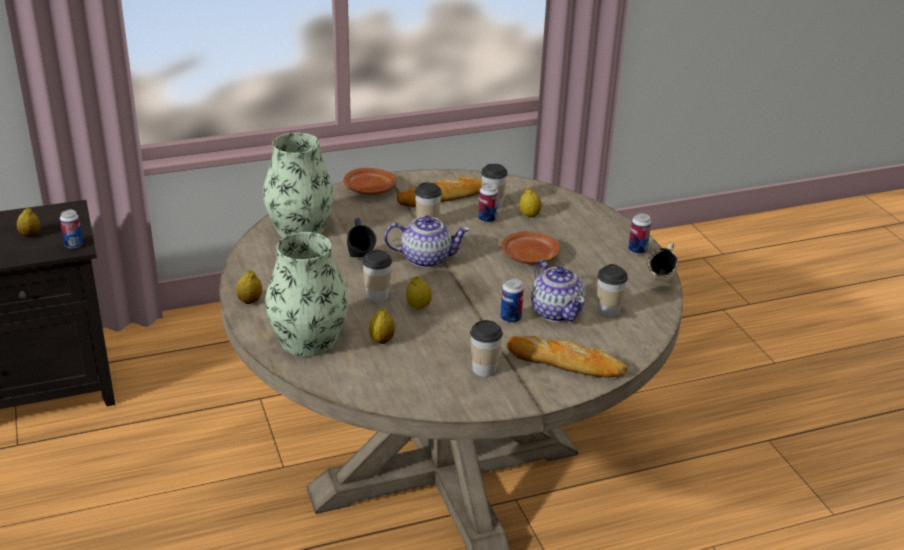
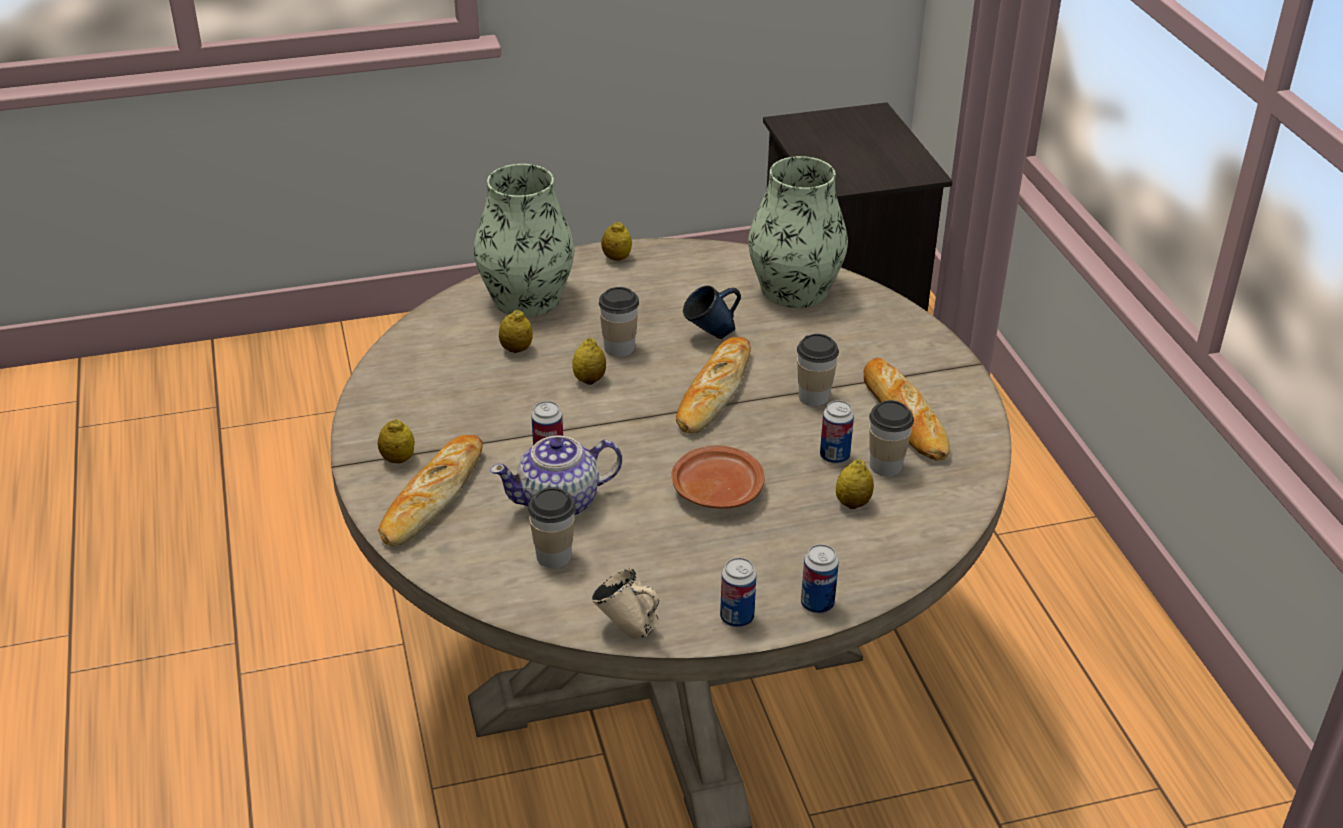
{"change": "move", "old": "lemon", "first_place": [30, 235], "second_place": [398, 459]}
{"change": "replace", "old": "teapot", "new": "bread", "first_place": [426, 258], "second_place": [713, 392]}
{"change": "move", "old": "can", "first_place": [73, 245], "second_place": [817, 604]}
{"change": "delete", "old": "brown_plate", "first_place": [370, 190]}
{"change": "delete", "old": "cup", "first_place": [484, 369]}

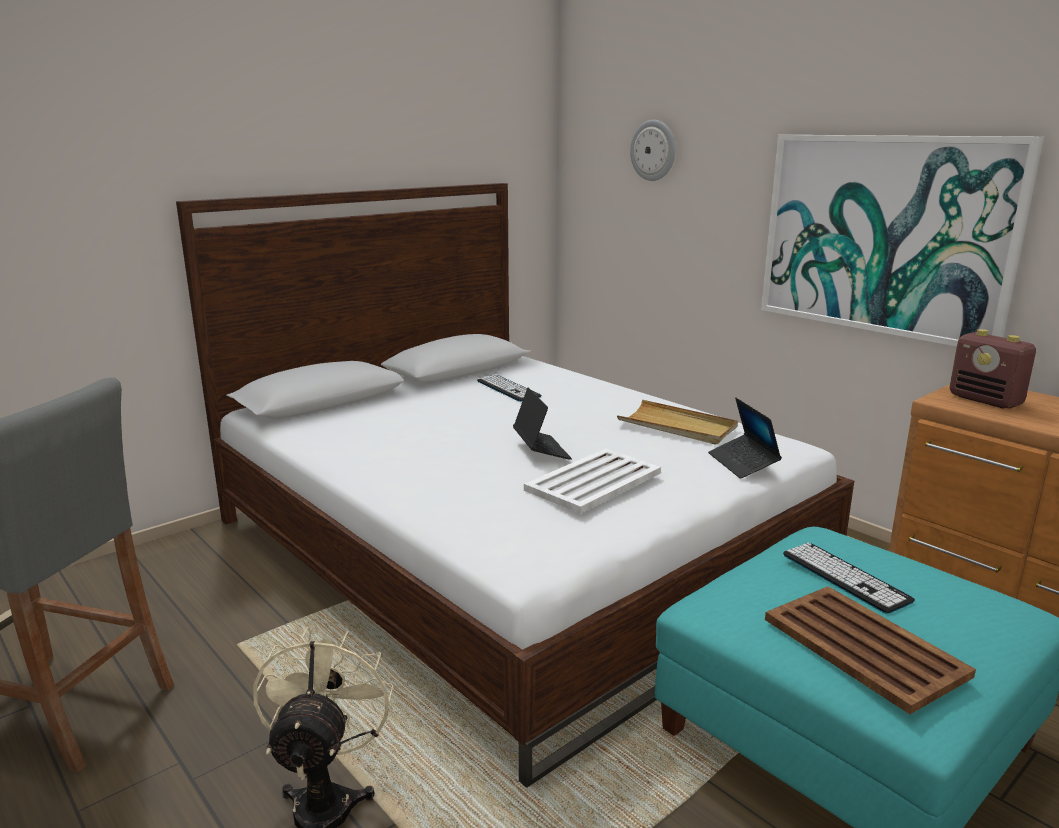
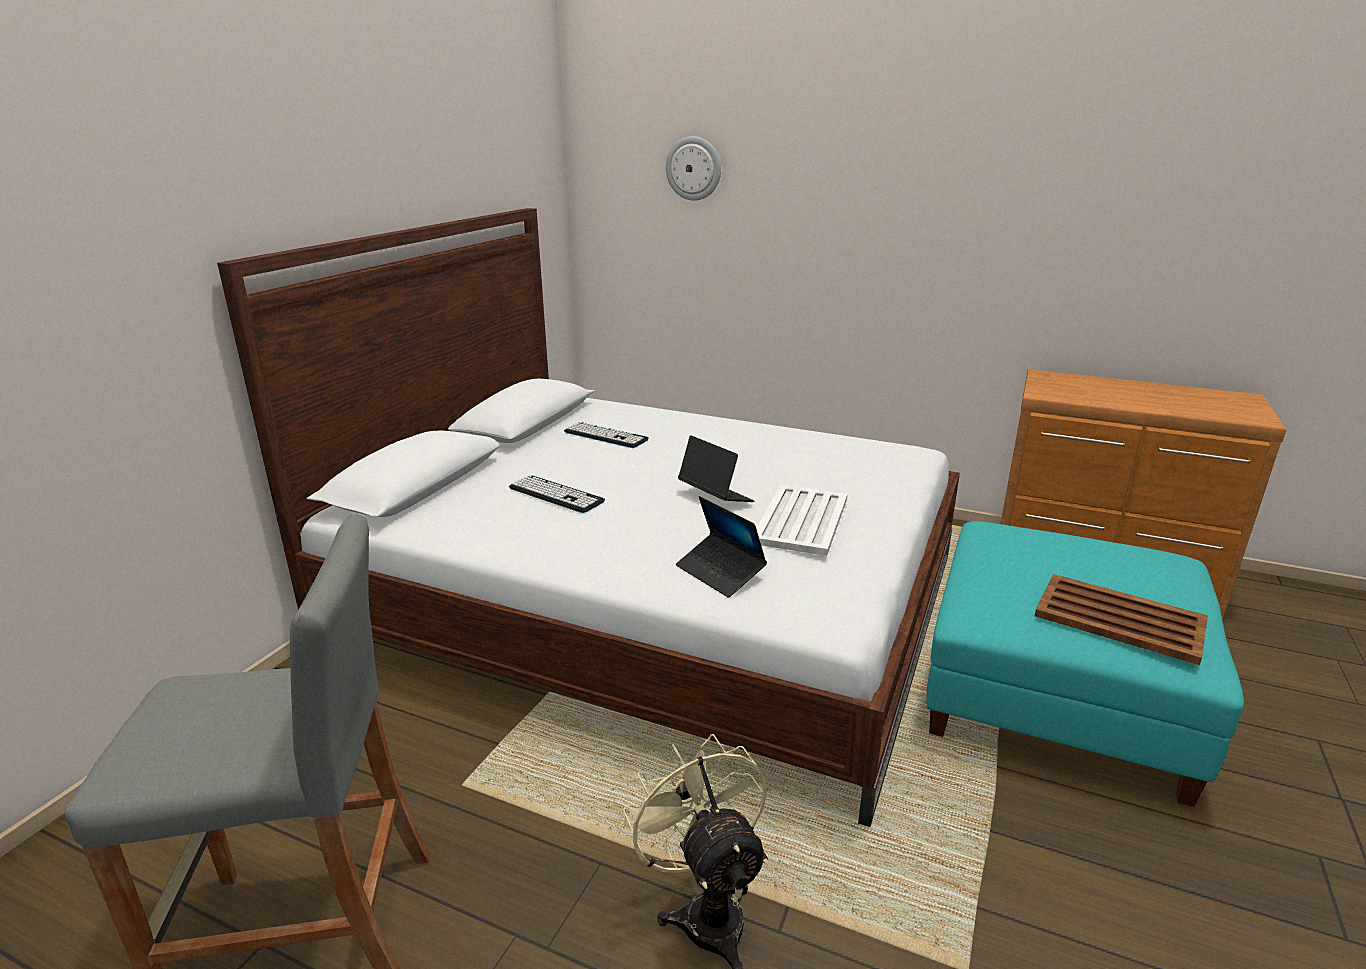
{"change": "move", "old": "keyboard", "first_place": [845, 577], "second_place": [556, 495]}
{"change": "move", "old": "laptop", "first_place": [743, 463], "second_place": [720, 572]}
{"change": "delete", "old": "beige_tray", "first_place": [677, 426]}
{"change": "delete", "old": "picture", "first_place": [885, 235]}
{"change": "delete", "old": "radio", "first_place": [986, 400]}

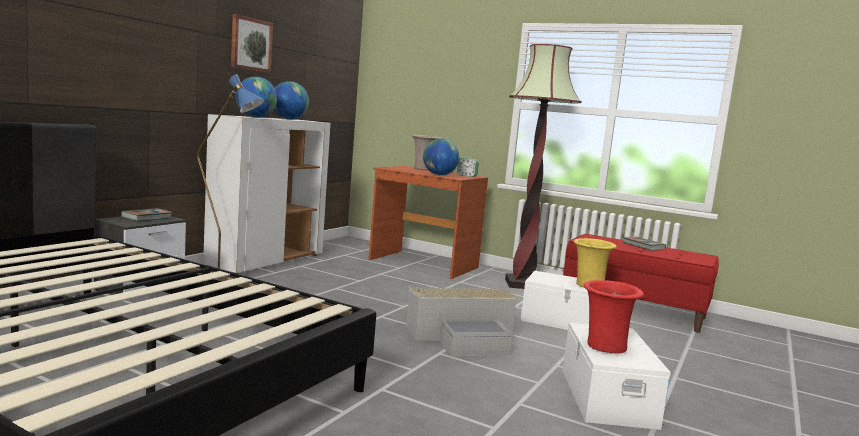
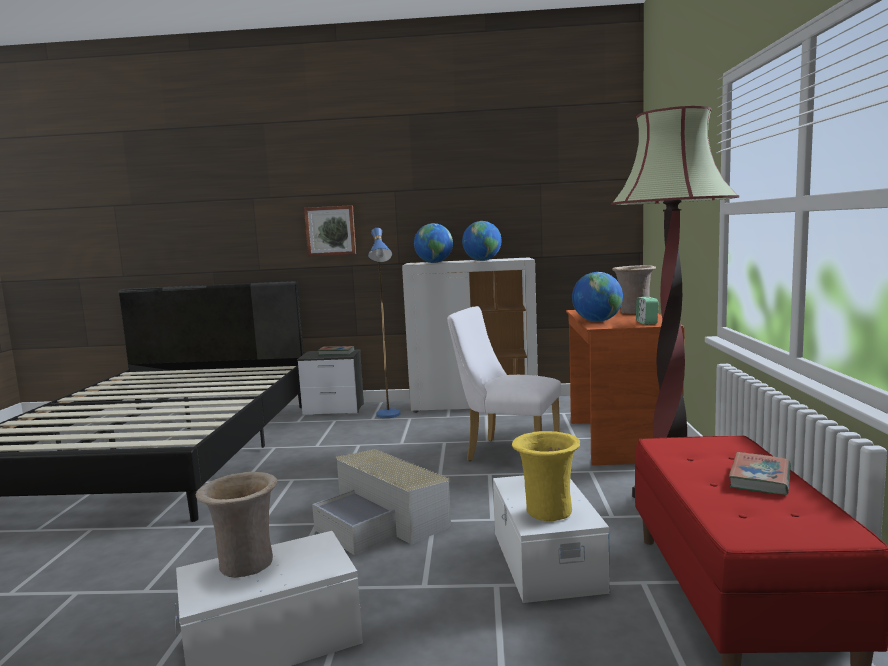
{"change": "recolor", "old": "red_vase", "new": "beige_vase", "first_place": [605, 347], "second_place": [244, 564]}
{"change": "move", "old": "picture", "first_place": [250, 44], "second_place": [330, 231]}
{"change": "insert", "new": "white_chair", "second_place": [506, 453]}

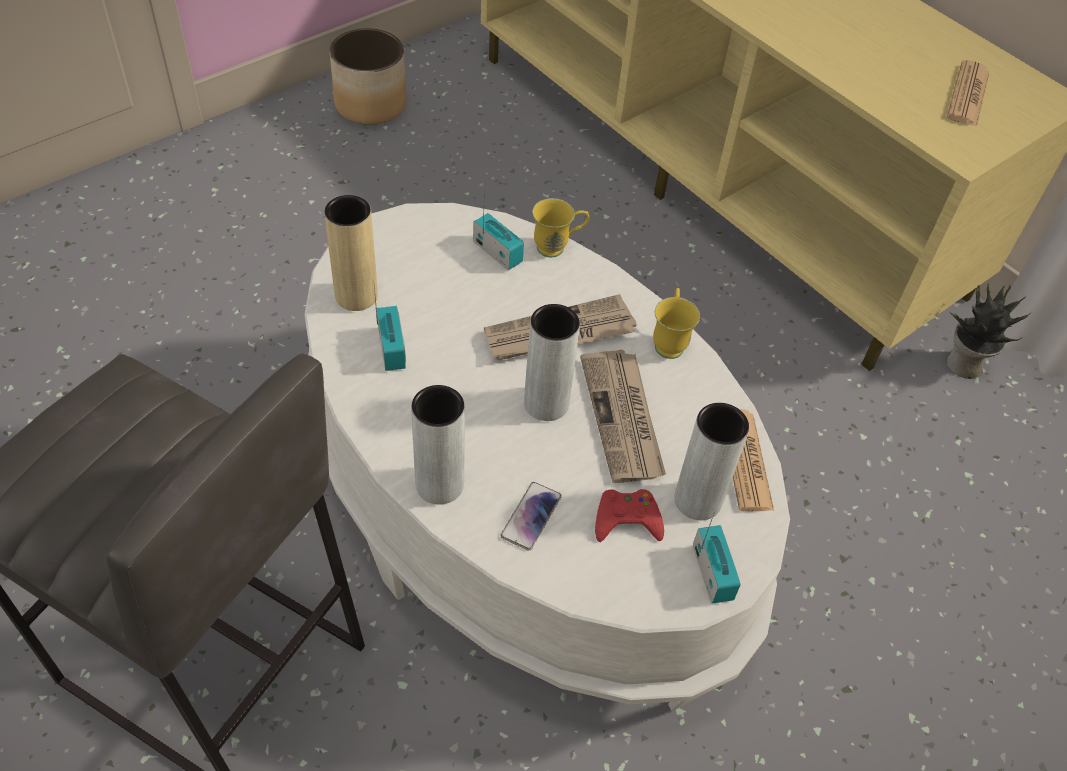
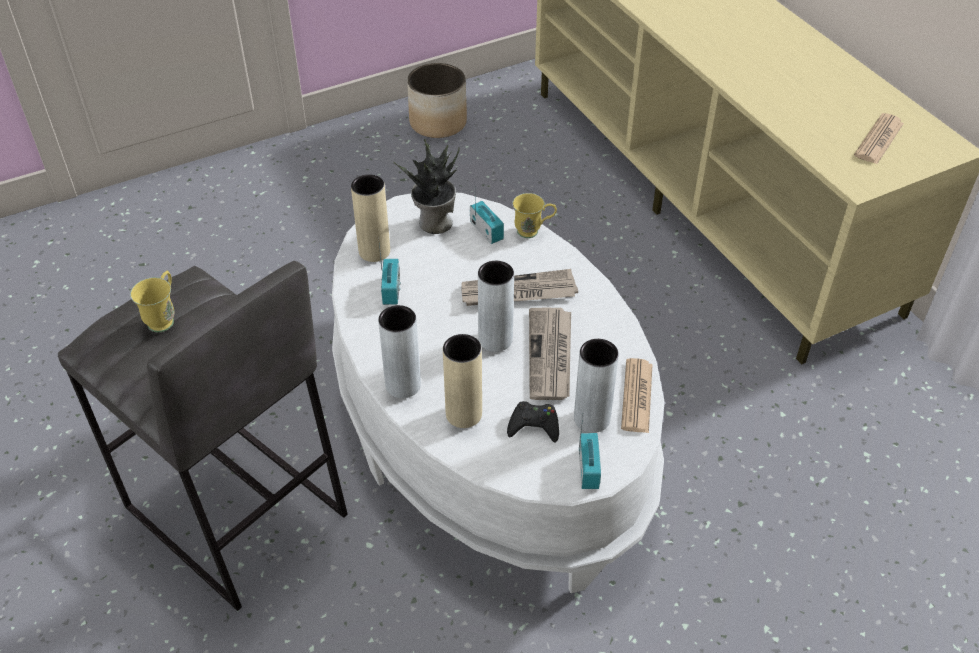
{"change": "move", "old": "yellow_mug", "first_place": [669, 341], "second_place": [164, 318]}
{"change": "move", "old": "potted_plant", "first_place": [963, 365], "second_place": [434, 223]}
{"change": "replace", "old": "phone", "new": "beige_vase", "first_place": [531, 516], "second_place": [464, 414]}
{"change": "recolor", "old": "red_game_controller", "new": "black_game_controller", "first_place": [627, 520], "second_place": [534, 425]}

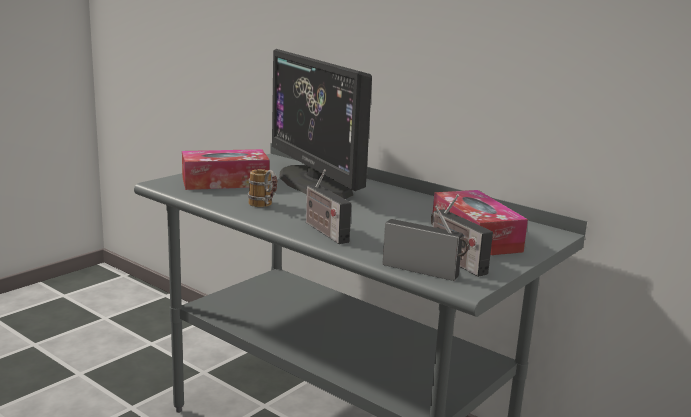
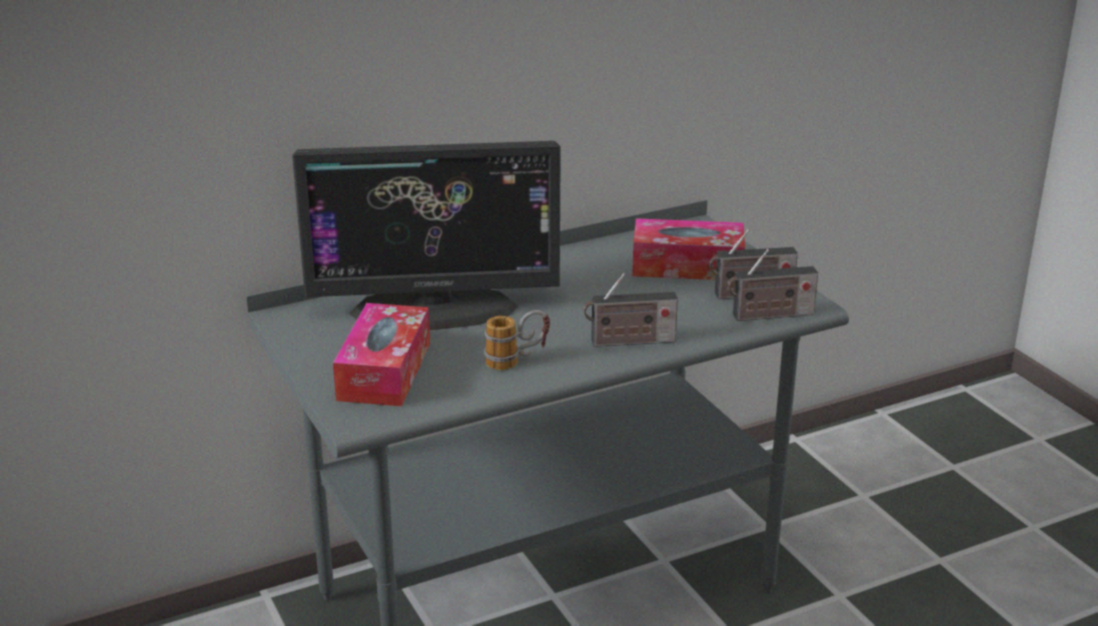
{"change": "rotate", "old": "radio", "first_place": [424, 271], "second_place": [769, 315], "degrees": -150}

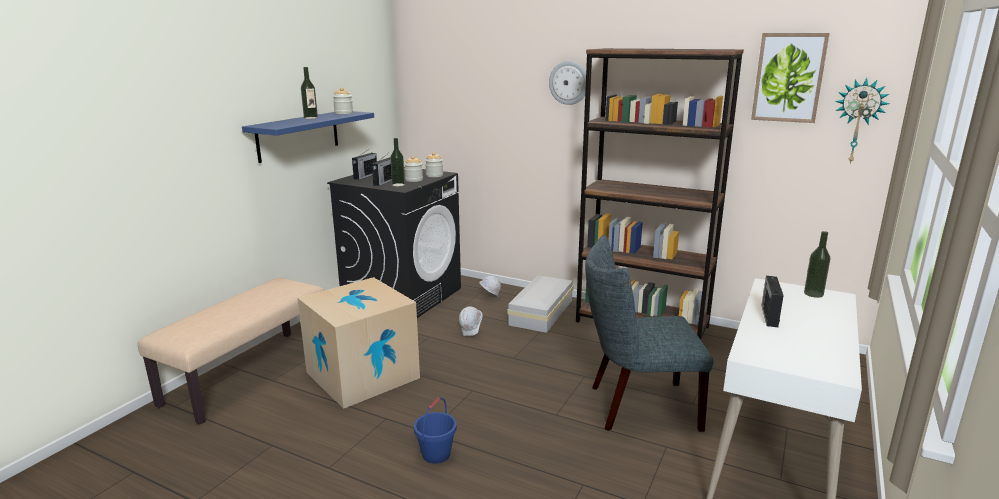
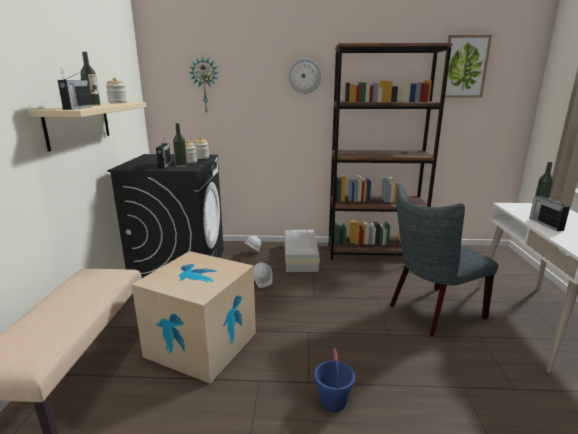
{"change": "recolor", "old": "blue_shelf", "new": "beige_shelf", "first_place": [298, 135], "second_place": [78, 124]}
{"change": "move", "old": "radio", "first_place": [365, 176], "second_place": [77, 108]}
{"change": "move", "old": "wall_clock", "first_place": [858, 121], "second_place": [205, 85]}

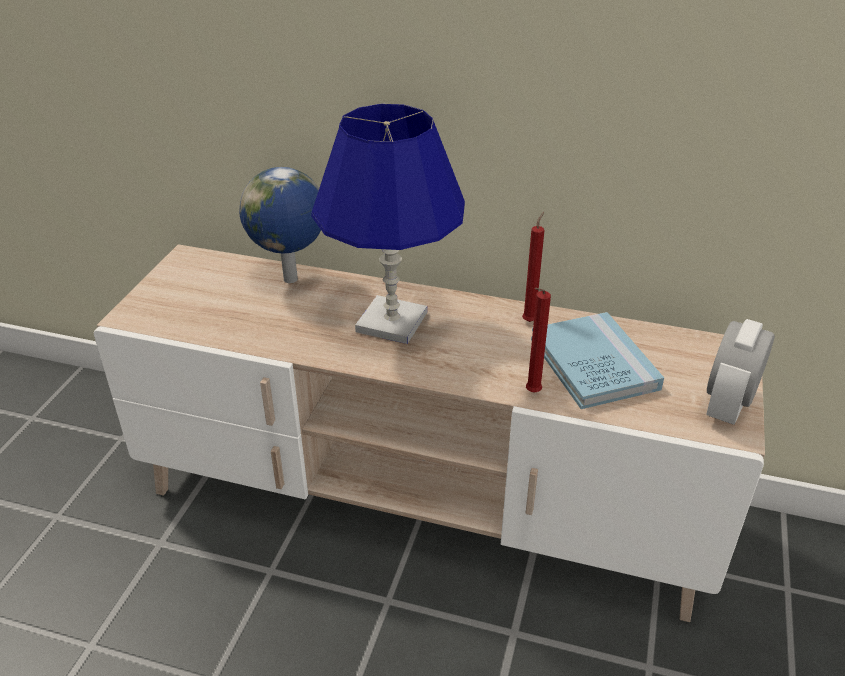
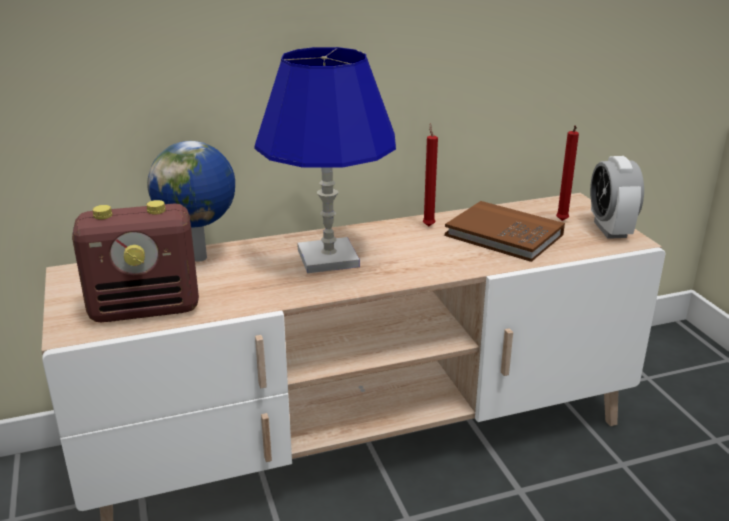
{"change": "insert", "new": "radio", "second_place": [146, 309]}
{"change": "recolor", "old": "blue_book", "new": "brown_book", "first_place": [593, 364], "second_place": [504, 235]}
{"change": "move", "old": "red_candle", "first_place": [531, 393], "second_place": [561, 221]}

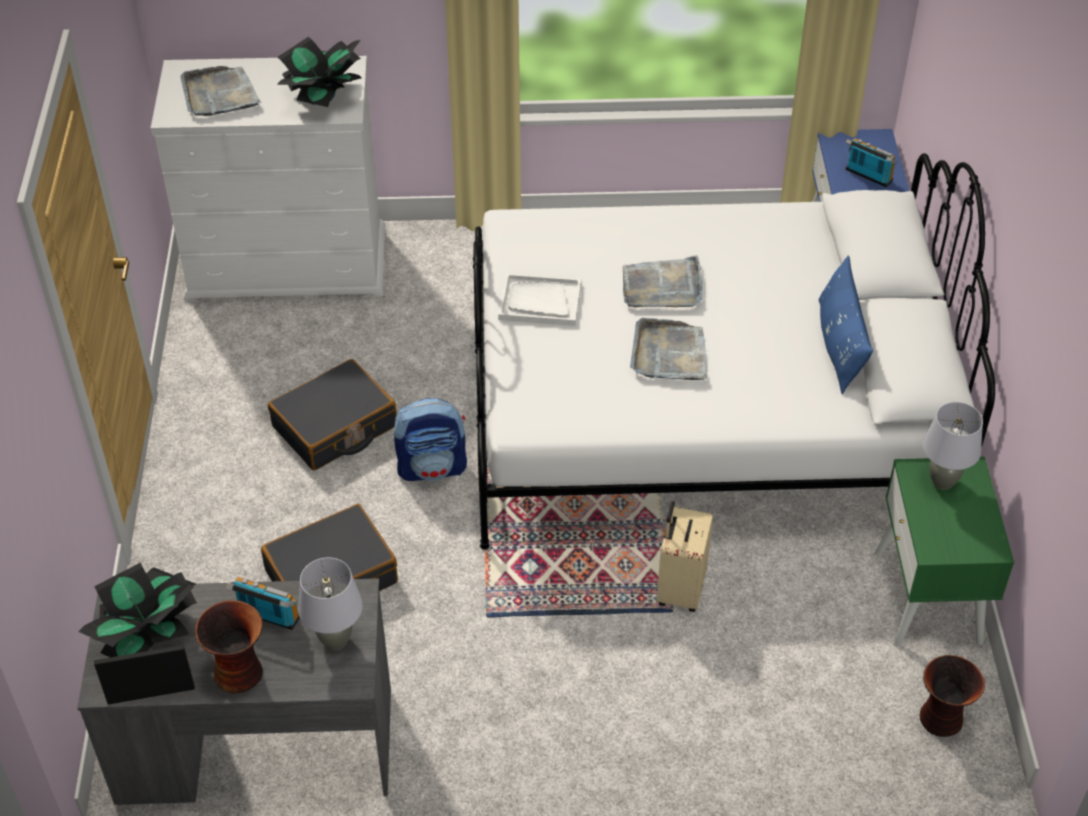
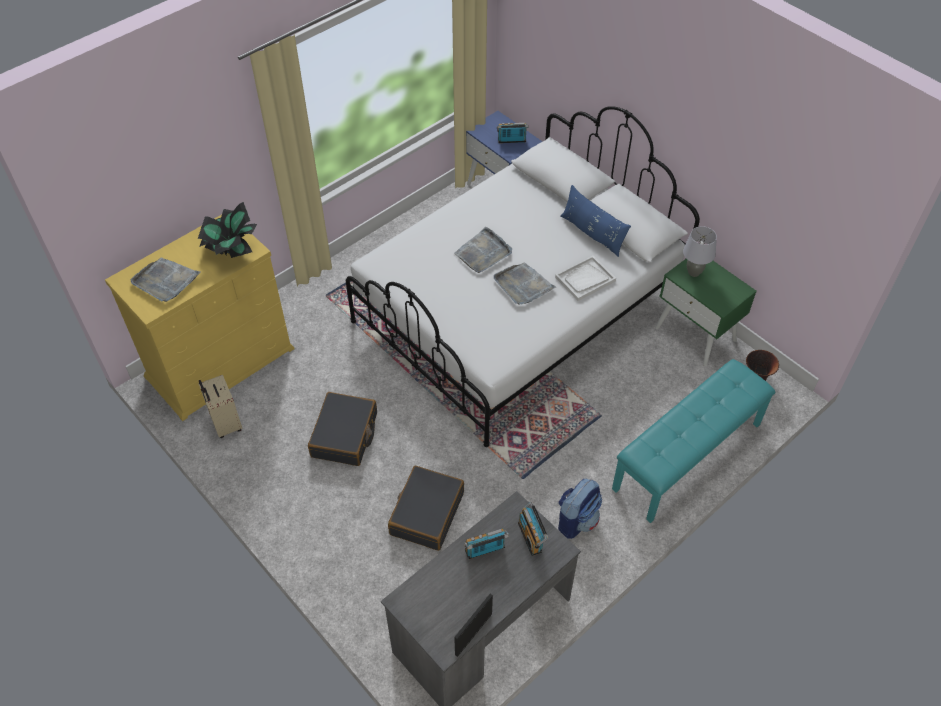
{"change": "recolor", "old": "white_dresser", "new": "yellow_dresser", "first_place": [288, 263], "second_place": [220, 362]}
{"change": "move", "old": "beige_suitcase", "first_place": [679, 589], "second_place": [225, 424]}
{"change": "replace", "old": "grey_table_lamp", "new": "radio", "first_place": [336, 641], "second_place": [531, 537]}
{"change": "move", "old": "white_tray", "first_place": [539, 302], "second_place": [585, 279]}
{"change": "move", "old": "backpack", "first_place": [432, 467], "second_place": [576, 520]}
{"change": "insert", "new": "turquoise_bench", "second_place": [688, 457]}
{"change": "delete", "old": "potted_plant", "first_place": [150, 636]}
{"change": "delete", "old": "vase", "first_place": [240, 672]}

